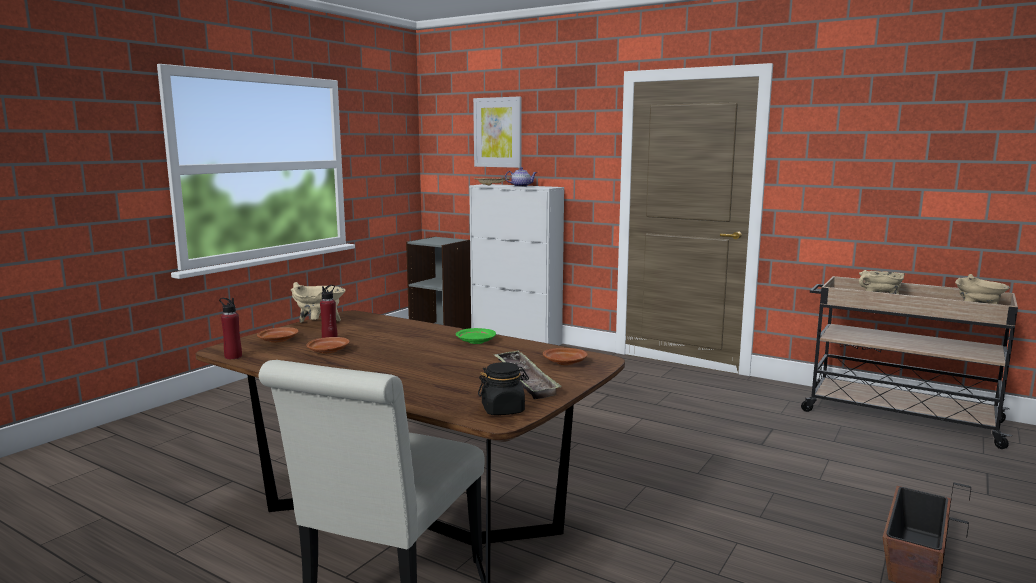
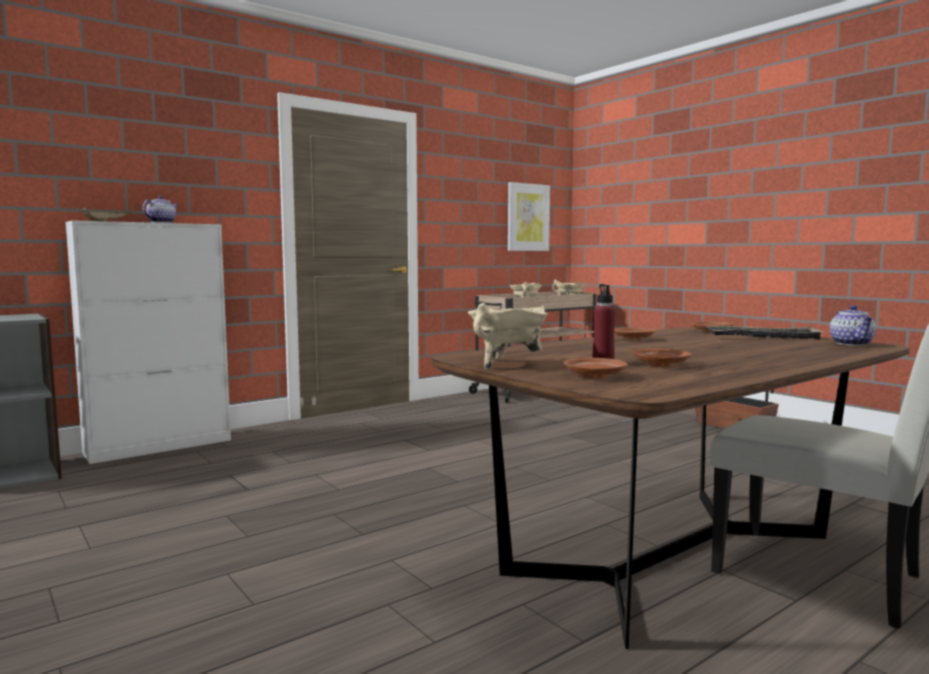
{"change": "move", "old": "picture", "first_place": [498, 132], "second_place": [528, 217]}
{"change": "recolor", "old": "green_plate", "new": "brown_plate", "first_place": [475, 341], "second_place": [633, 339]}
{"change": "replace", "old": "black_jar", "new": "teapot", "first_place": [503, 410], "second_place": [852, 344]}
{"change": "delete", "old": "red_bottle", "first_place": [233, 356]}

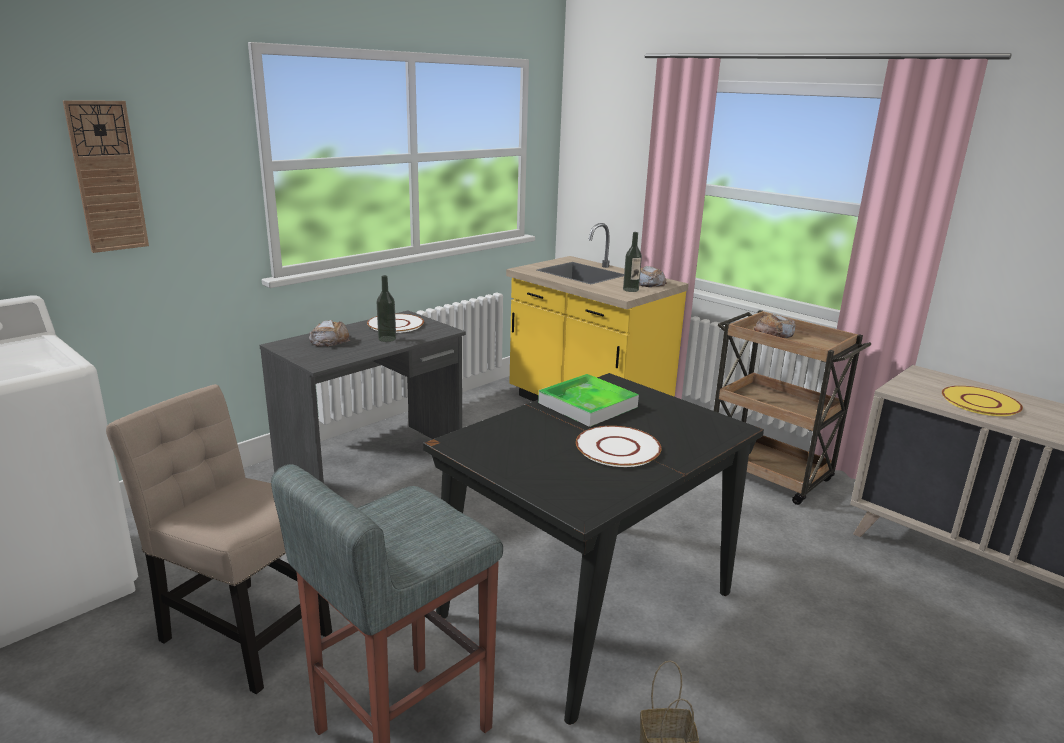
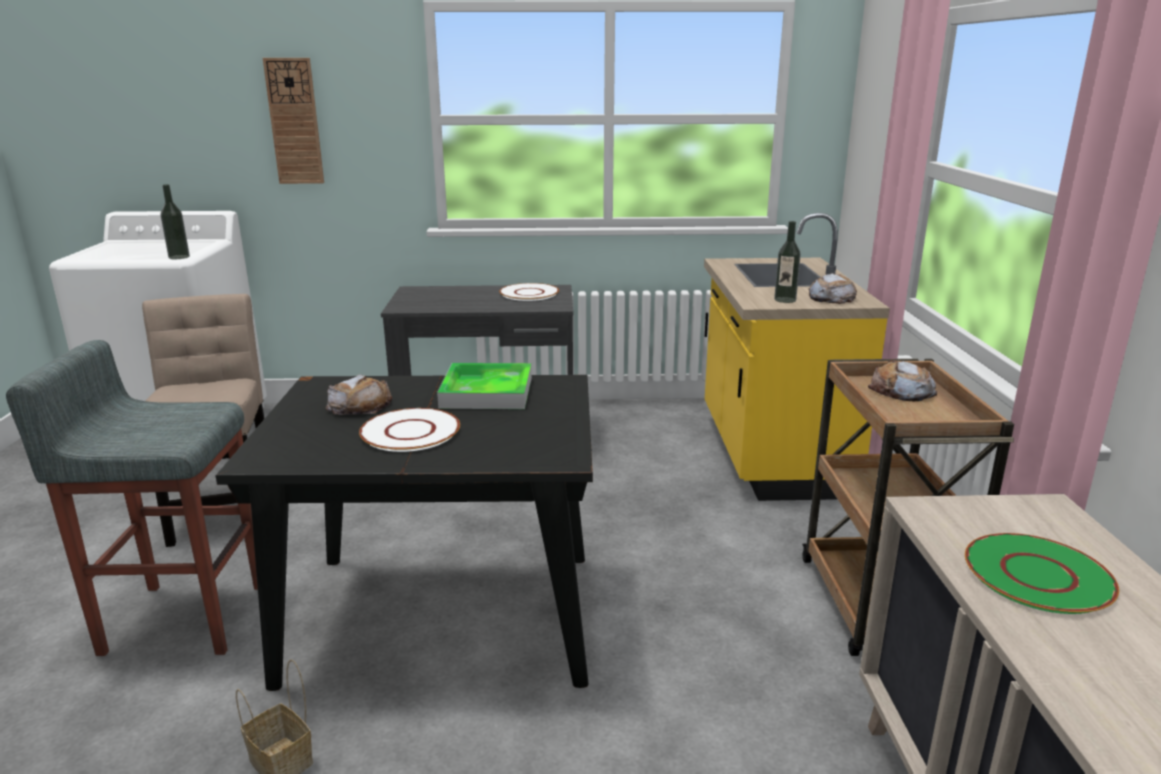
{"change": "move", "old": "bottle", "first_place": [387, 339], "second_place": [179, 257]}
{"change": "move", "old": "bread", "first_place": [329, 340], "second_place": [359, 405]}
{"change": "recolor", "old": "yellow_plate", "new": "green_plate", "first_place": [980, 402], "second_place": [1036, 575]}

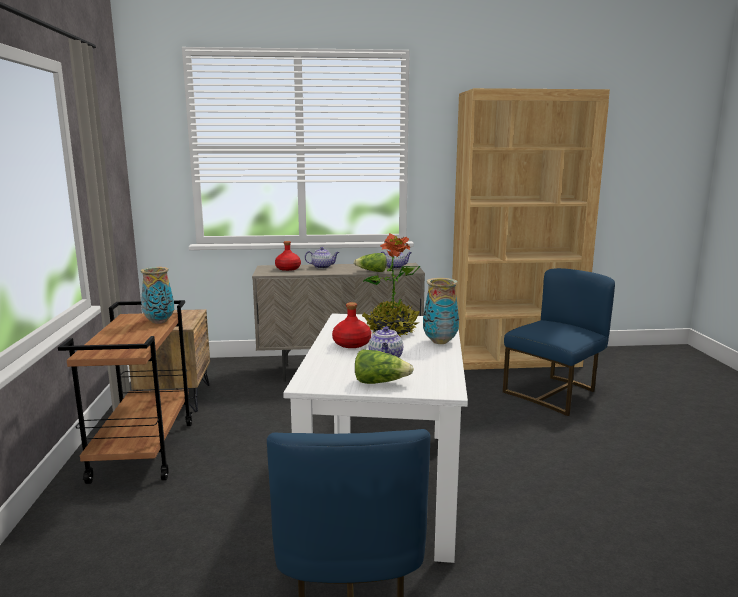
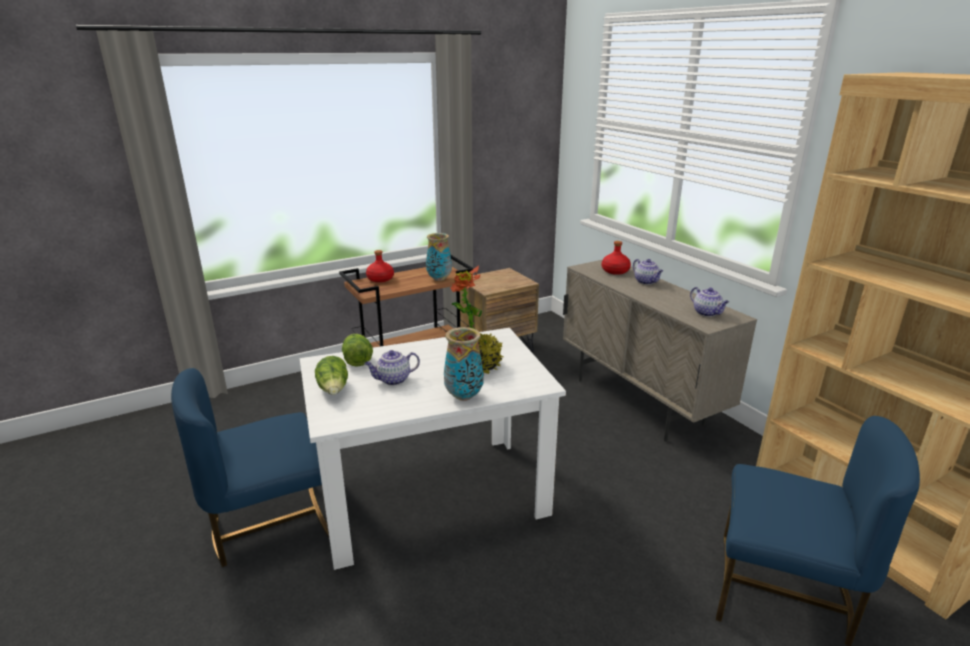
{"change": "move", "old": "lettuce", "first_place": [372, 271], "second_place": [357, 359]}
{"change": "move", "old": "red_bottle", "first_place": [351, 344], "second_place": [380, 279]}

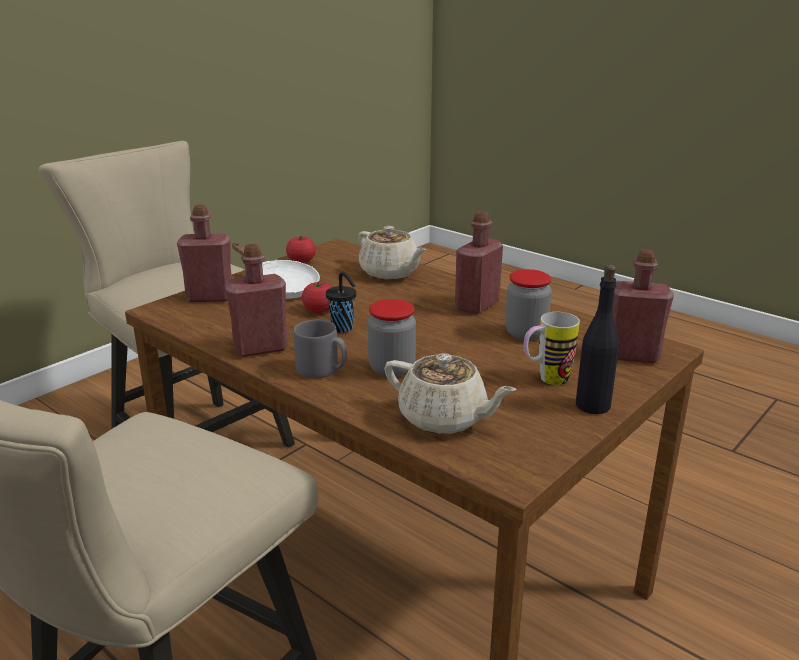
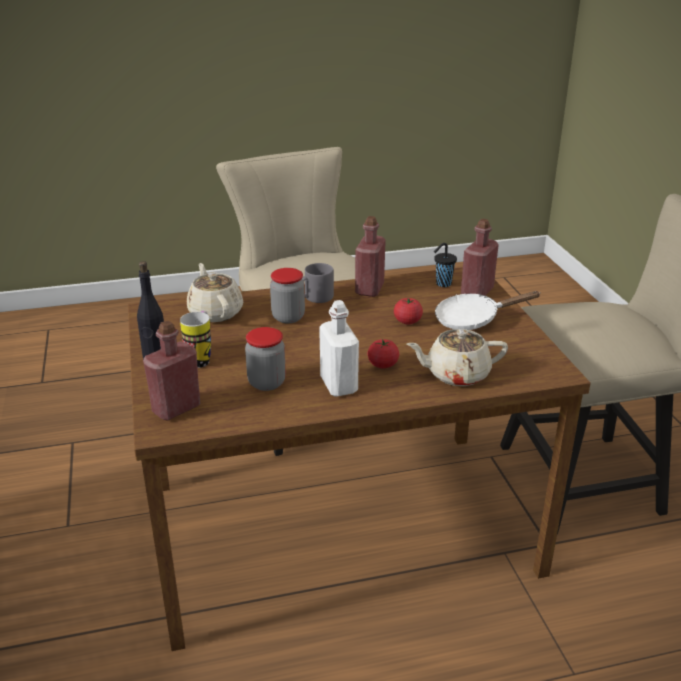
{"change": "rotate", "old": "beige_teapot", "first_place": [444, 418], "second_place": [215, 312], "degrees": 90}
{"change": "recolor", "old": "red_bottle", "new": "white_bottle", "first_place": [477, 305], "second_place": [338, 385]}
{"change": "move", "old": "tomato", "first_place": [301, 261], "second_place": [383, 365]}
{"change": "move", "old": "black_cup", "first_place": [343, 329], "second_place": [442, 284]}

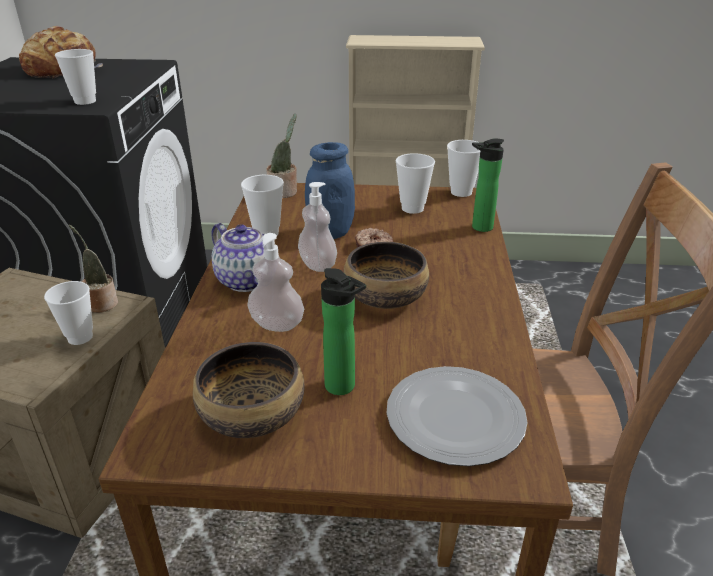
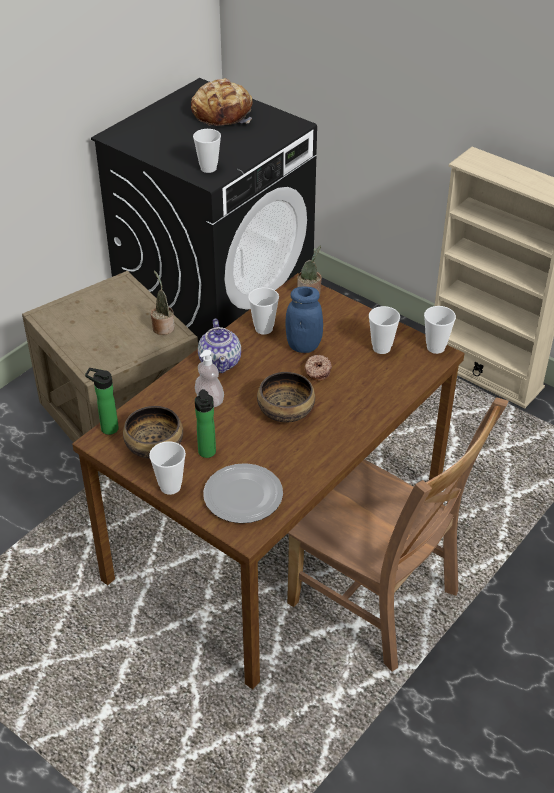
{"change": "move", "old": "bottle", "first_place": [479, 228], "second_place": [107, 428]}
{"change": "move", "old": "cup", "first_place": [80, 337], "second_place": [170, 487]}
{"change": "delete", "old": "soap_dispenser", "first_place": [318, 265]}

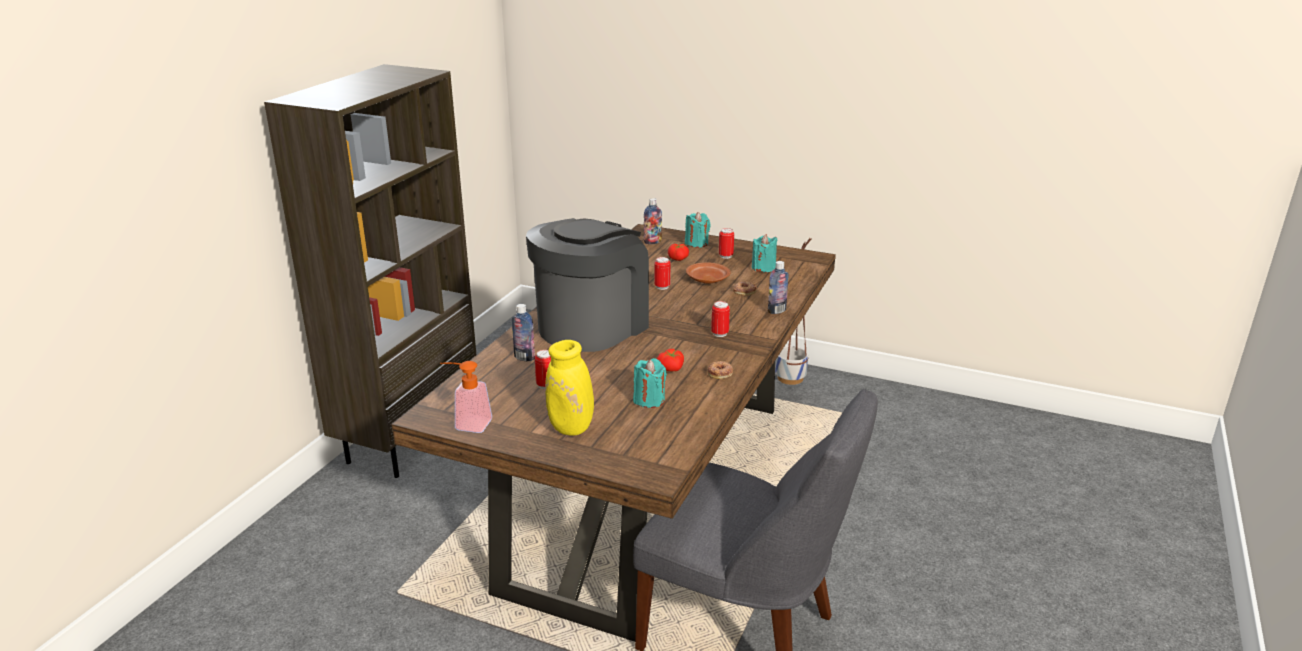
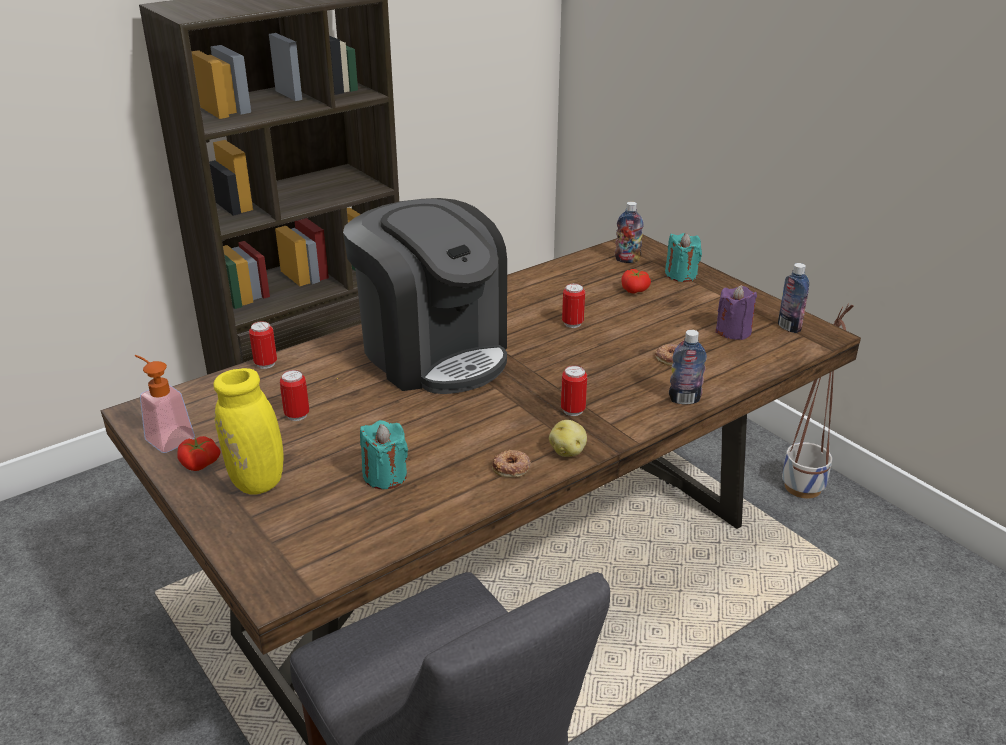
{"change": "move", "old": "tomato", "first_place": [671, 369], "second_place": [199, 465]}
{"change": "move", "old": "can", "first_place": [725, 256], "second_place": [266, 364]}
{"change": "rotate", "old": "coffee_machine", "first_place": [592, 326], "second_place": [433, 352], "degrees": 75}
{"change": "insert", "new": "potato", "second_place": [568, 451]}
{"change": "recolor", "old": "turquoise_candle", "new": "purple_candle", "first_place": [763, 268], "second_place": [733, 331]}
{"change": "move", "old": "bottle", "first_place": [524, 357], "second_place": [789, 327]}
{"change": "delete", "old": "brown_plate", "first_place": [707, 279]}

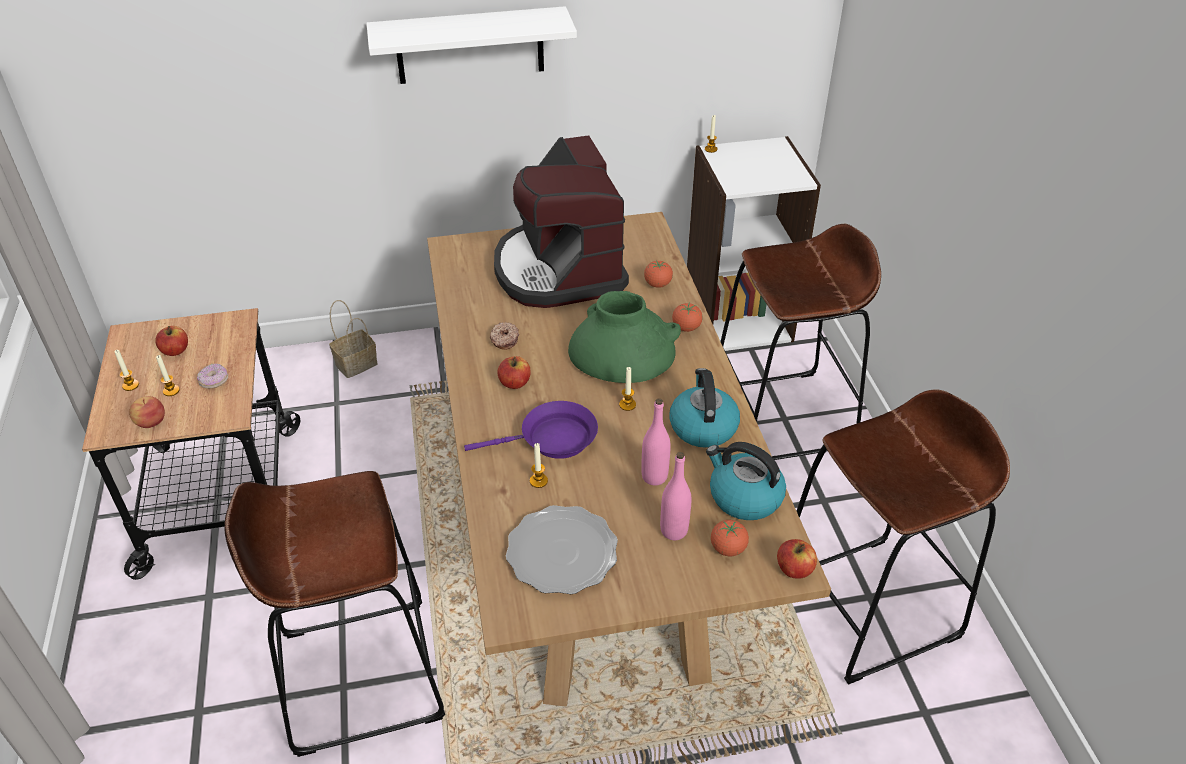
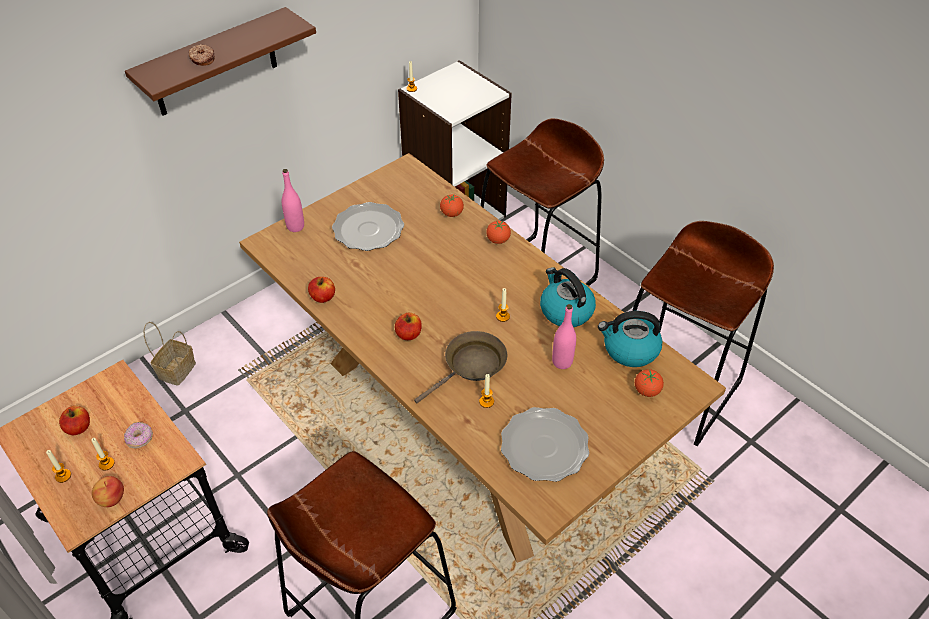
{"change": "recolor", "old": "white_shelf", "new": "brown_shelf", "first_place": [470, 45], "second_place": [214, 63]}
{"change": "move", "old": "donut", "first_place": [504, 340], "second_place": [202, 59]}
{"change": "move", "old": "pink_bottle", "first_place": [674, 530], "second_place": [295, 226]}
{"change": "move", "old": "apple", "first_place": [794, 569], "second_place": [323, 297]}
{"change": "replace", "old": "coffee_machine", "new": "plate", "first_place": [559, 269], "second_place": [369, 229]}
{"change": "recolor", "old": "purple_frying_pan", "new": "brown_frying_pan", "first_place": [552, 440], "second_place": [471, 366]}
{"change": "delete", "old": "green_vase", "first_place": [622, 352]}

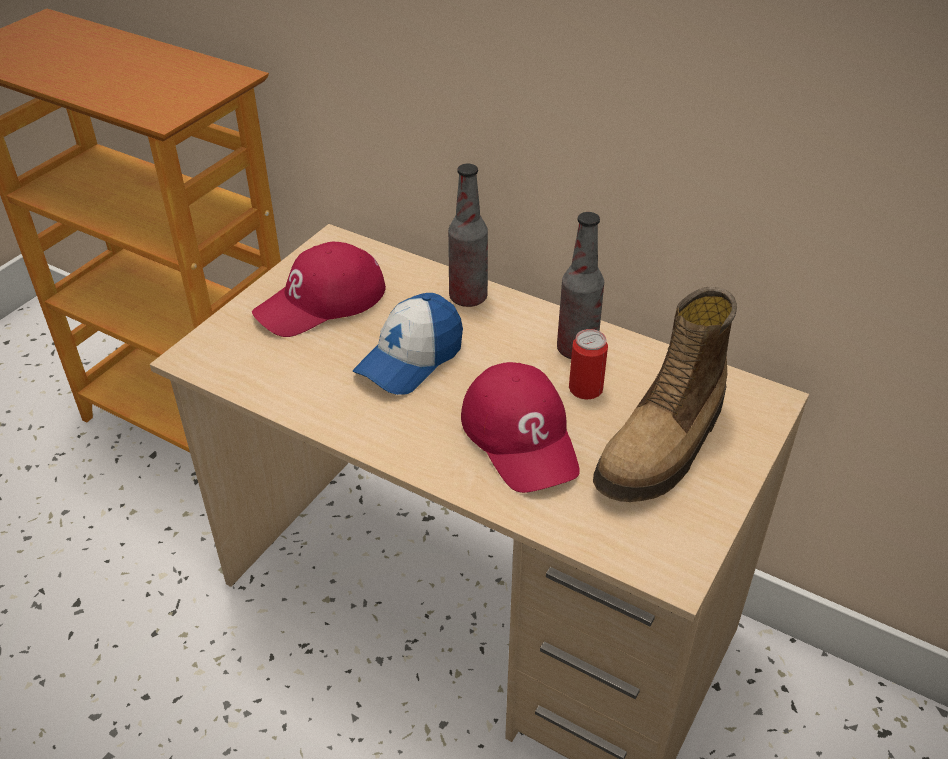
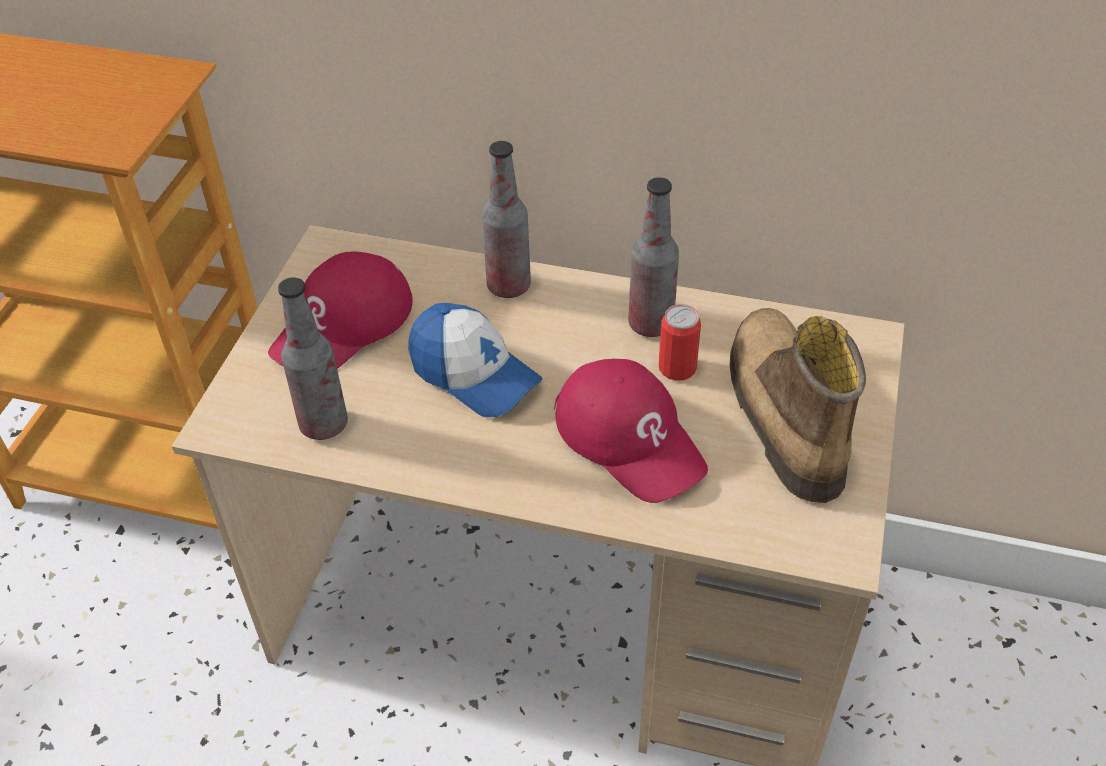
{"change": "insert", "new": "bottle", "second_place": [324, 424]}
{"change": "rotate", "old": "cap", "first_place": [410, 359], "second_place": [474, 374], "degrees": -75}
{"change": "rotate", "old": "boot", "first_place": [664, 446], "second_place": [781, 415], "degrees": 150}

